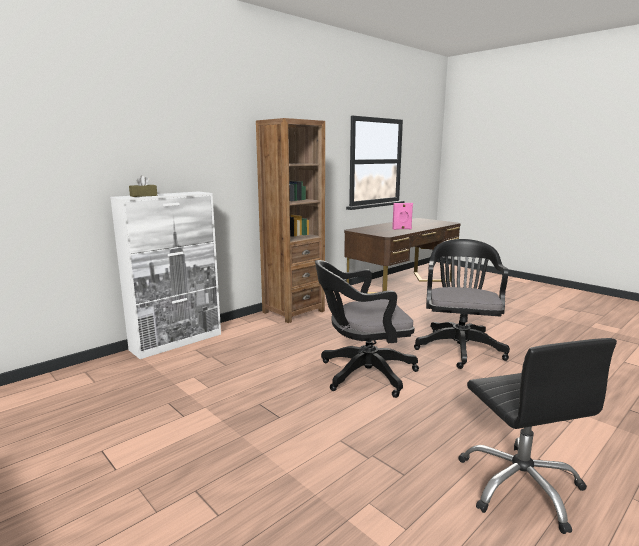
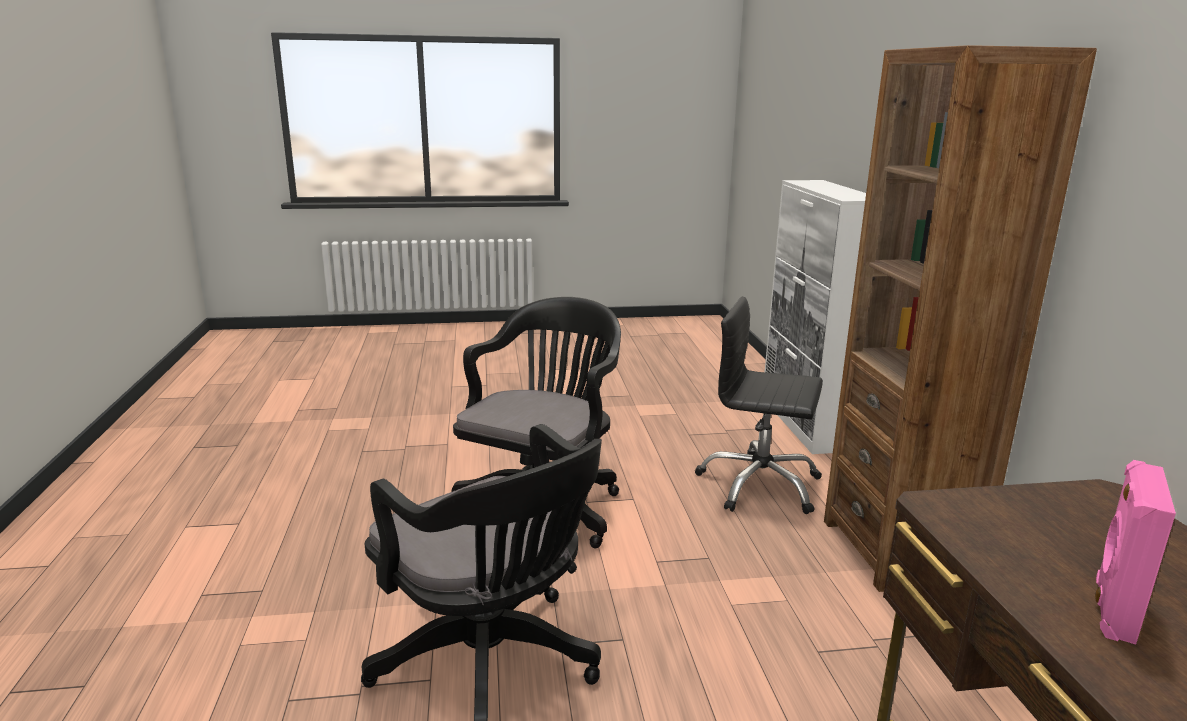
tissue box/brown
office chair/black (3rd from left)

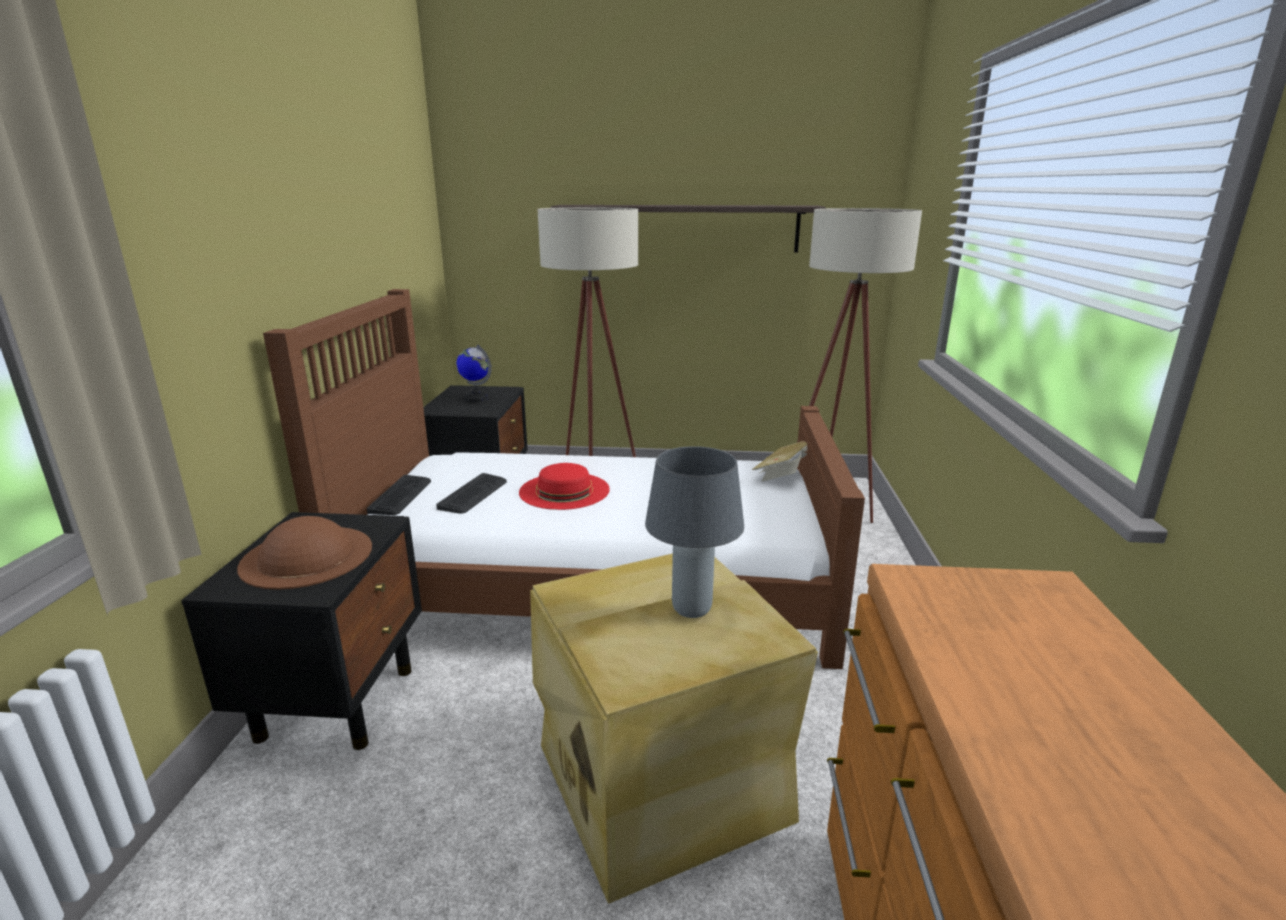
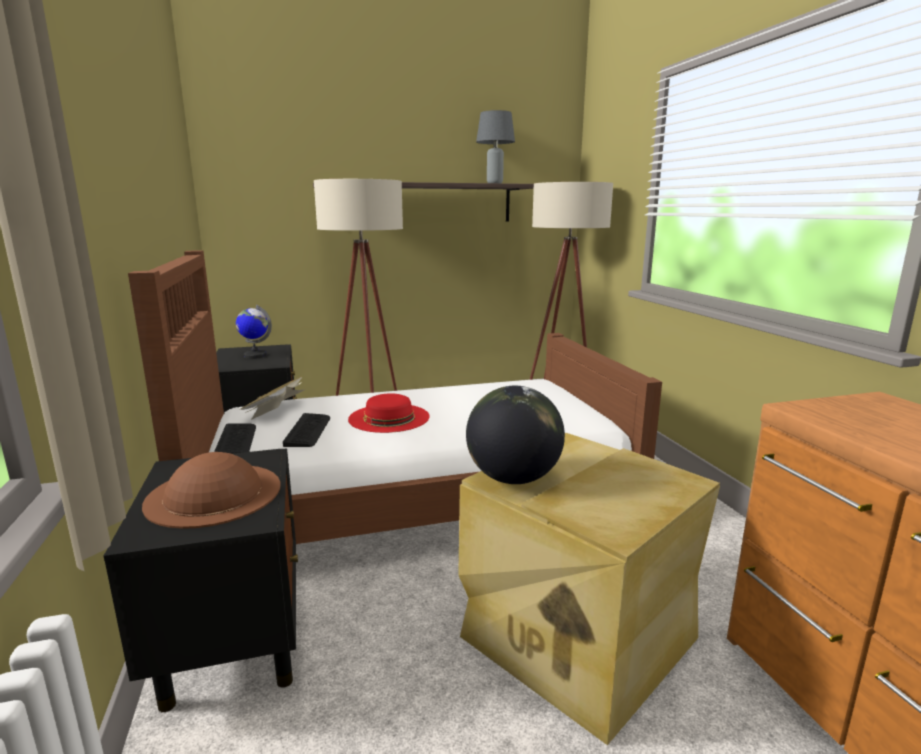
book
table lamp/grey
globe (2nd from left)

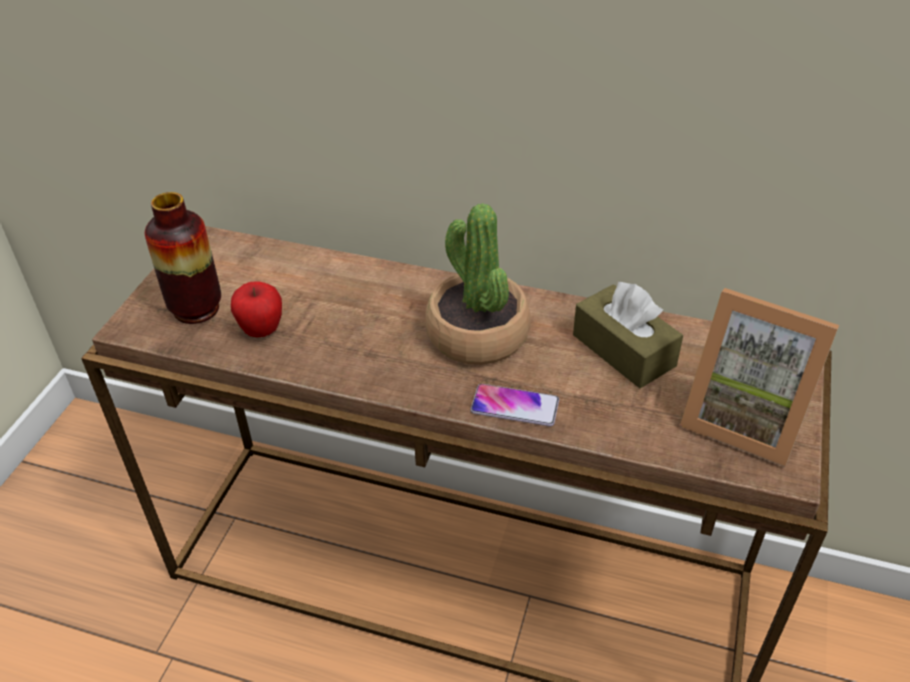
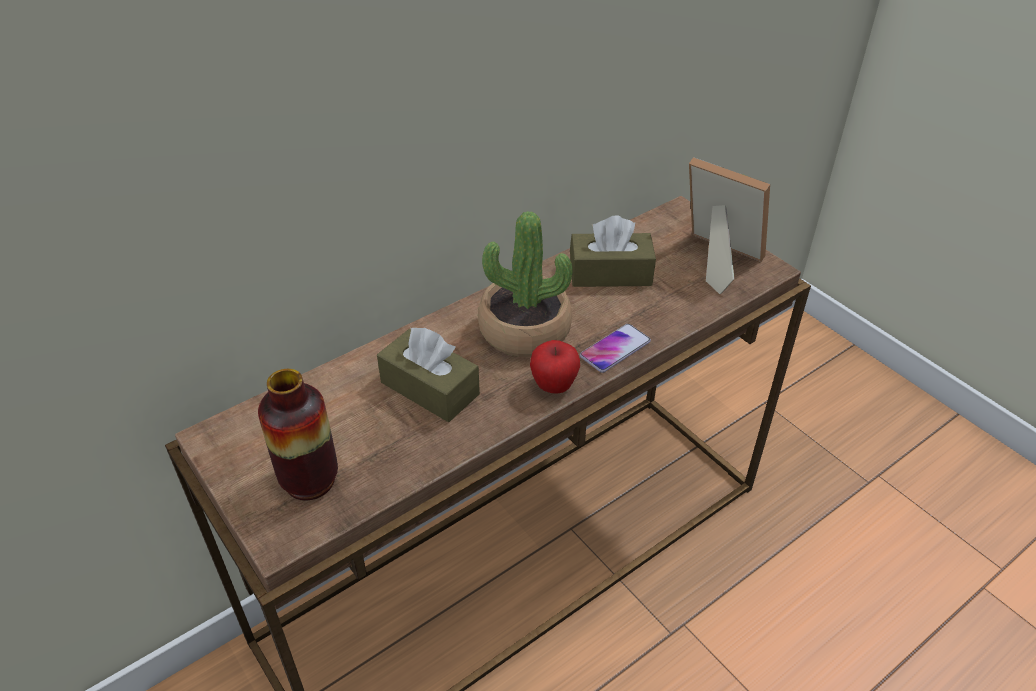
apple
picture frame
tissue box/brown (1st from left)

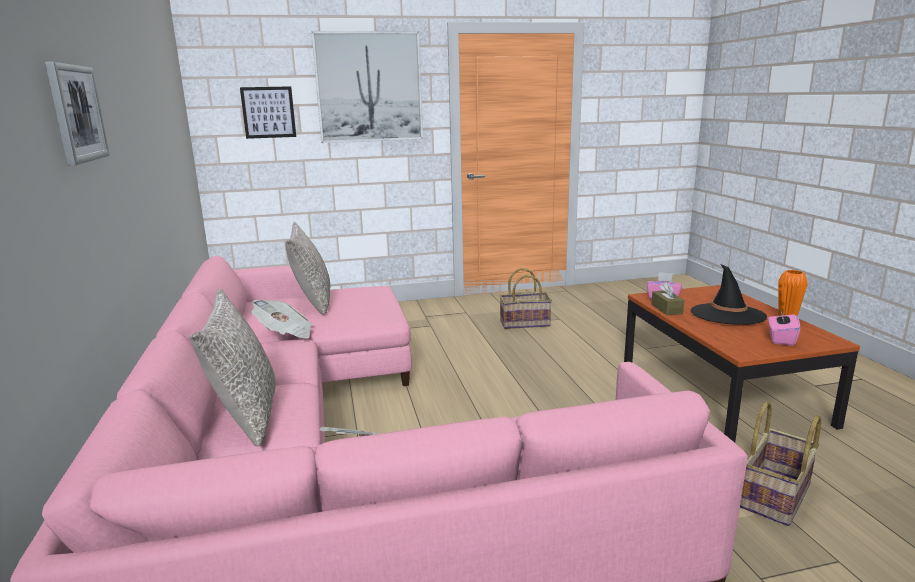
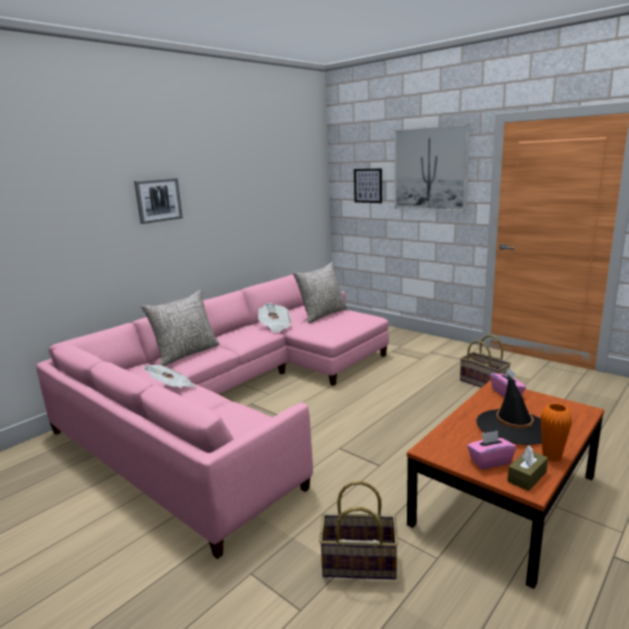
tissue box/brown

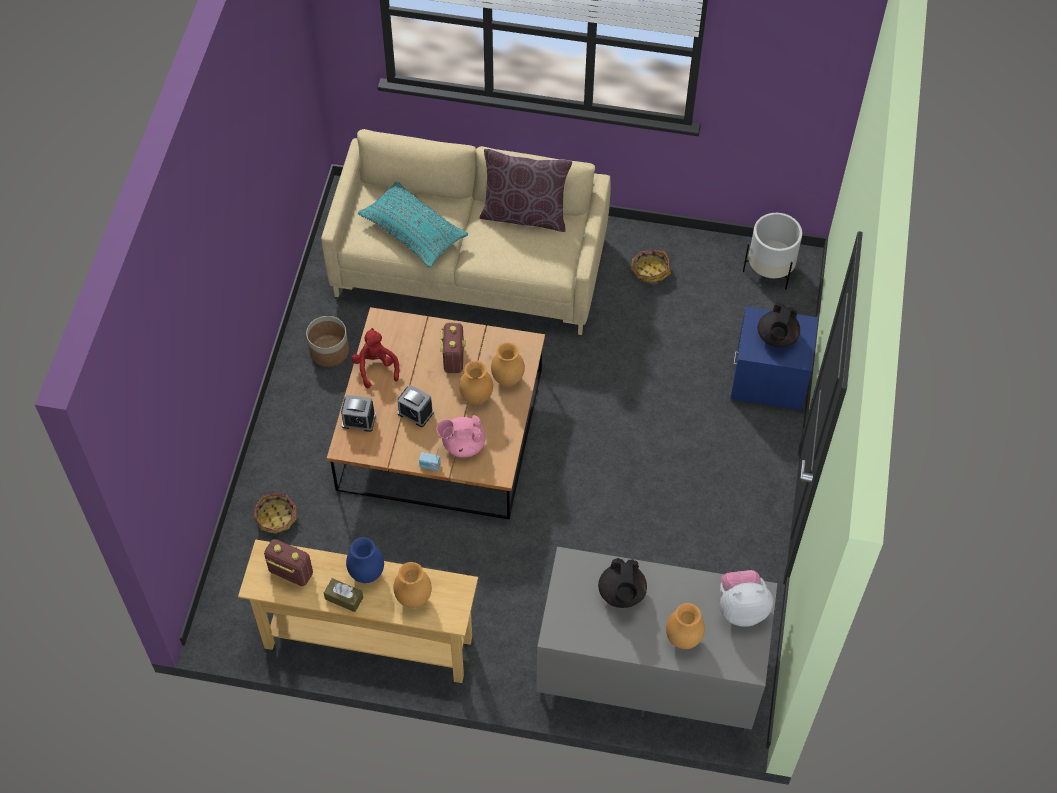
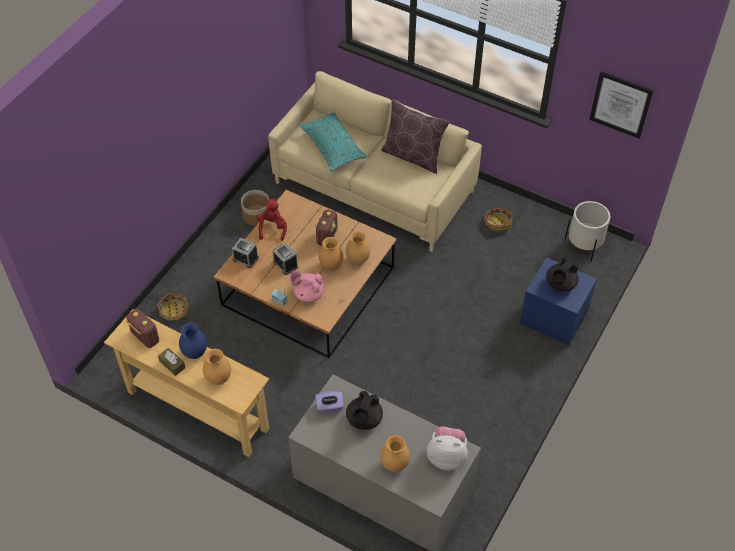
picture
tissue box/purple

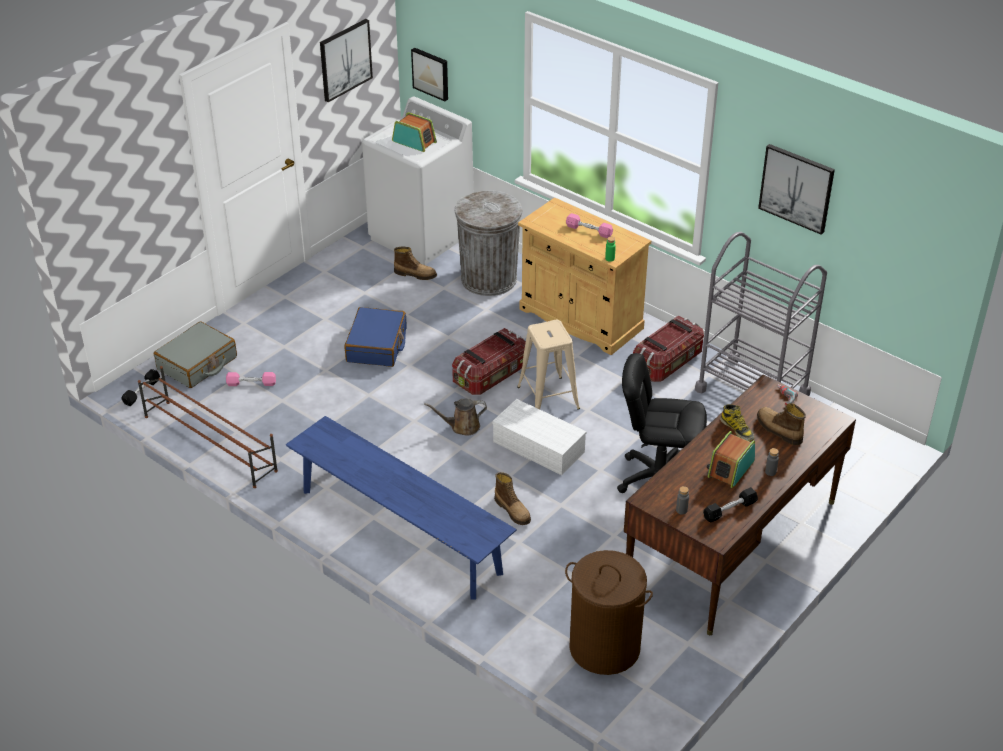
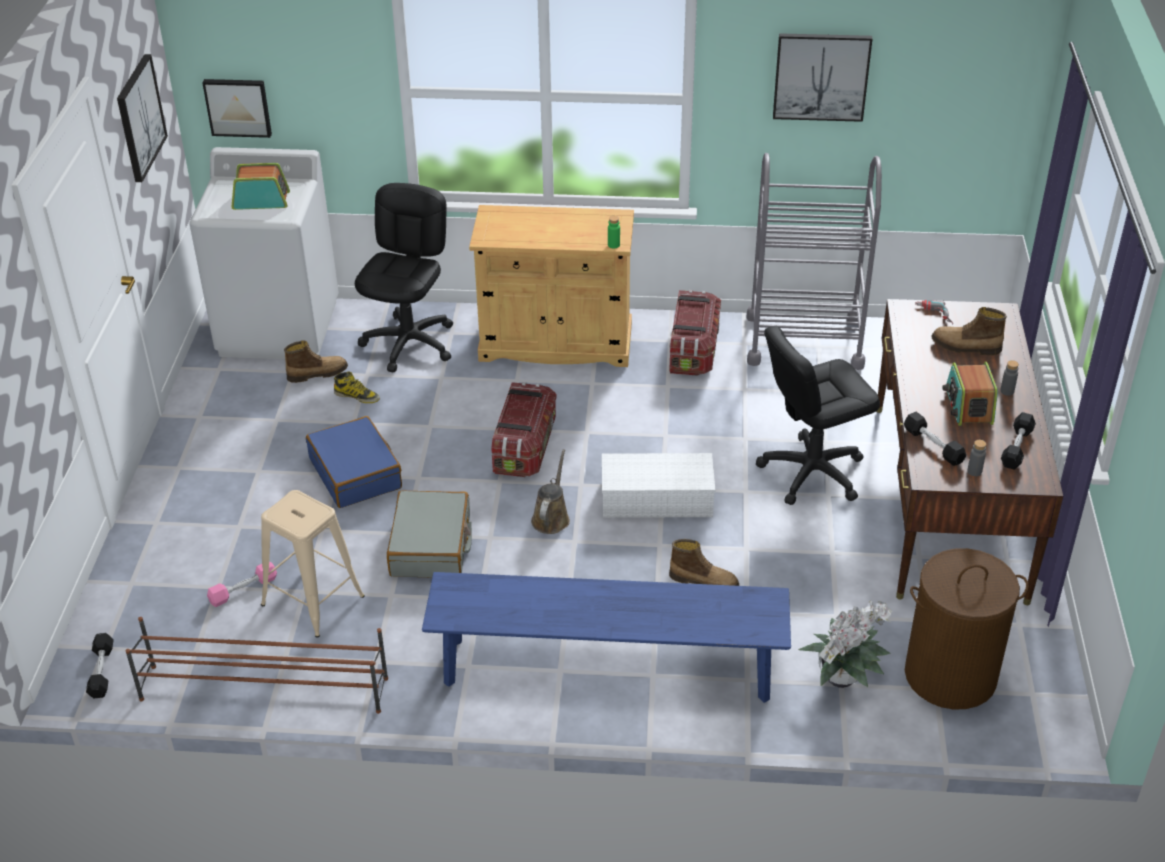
office chair/black (1st from left)
dumbbell/pink (2nd from left in the first image)
stool/beige
suitcase/grey
watering can/brown
boot (2nd from left)
dumbbell/black (2nd from left)
potted plant

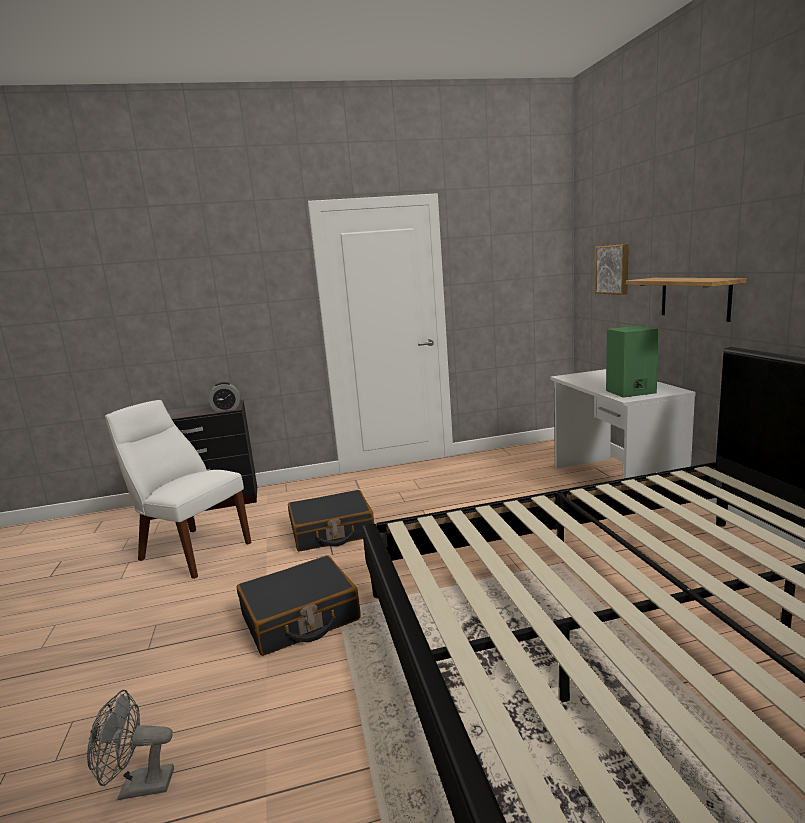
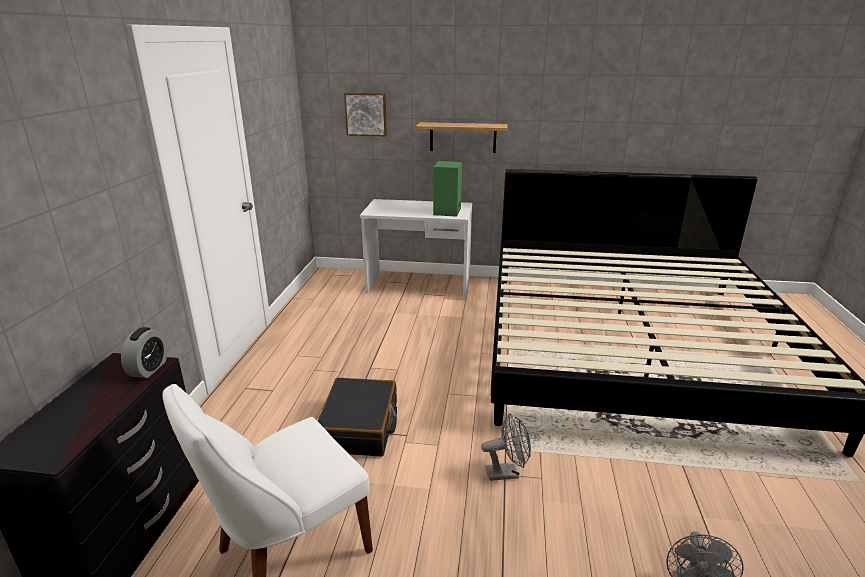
fan/grey (1st from left)

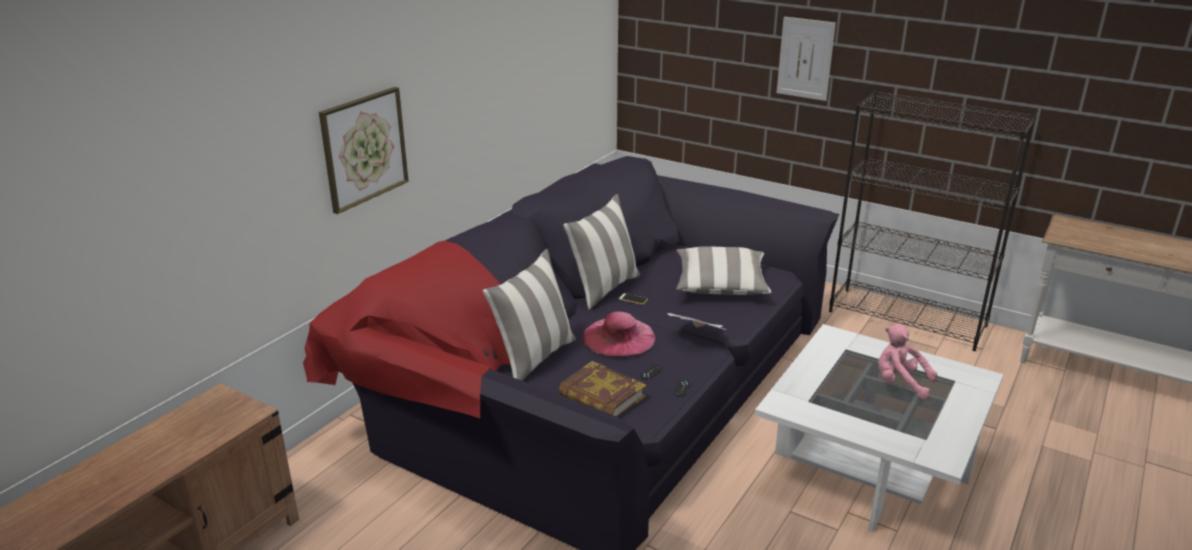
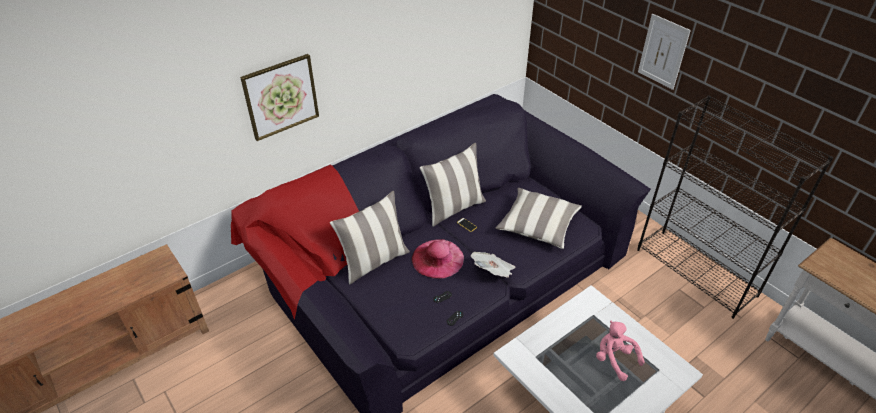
book

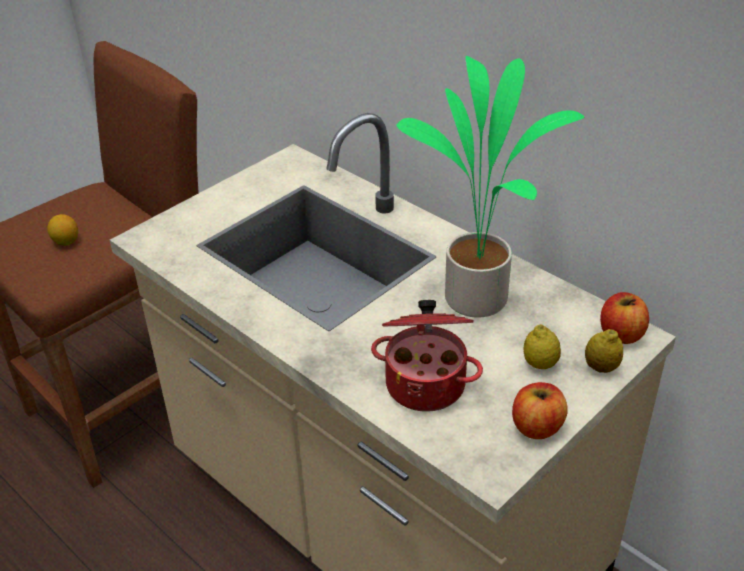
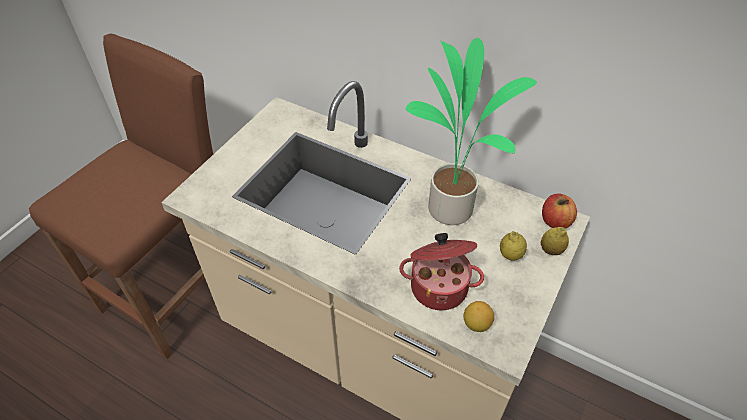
lemon (1st from left)
apple (1st from left in the first image)

